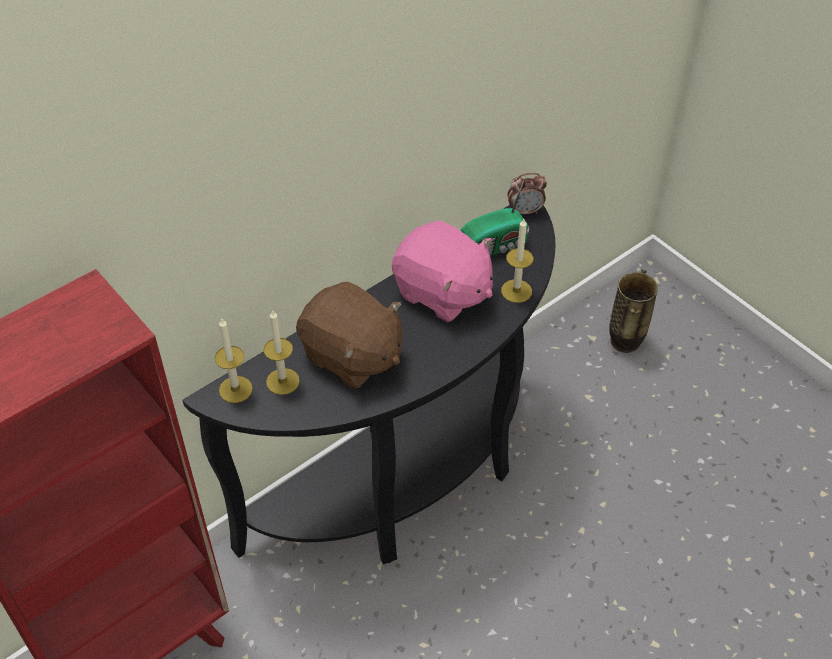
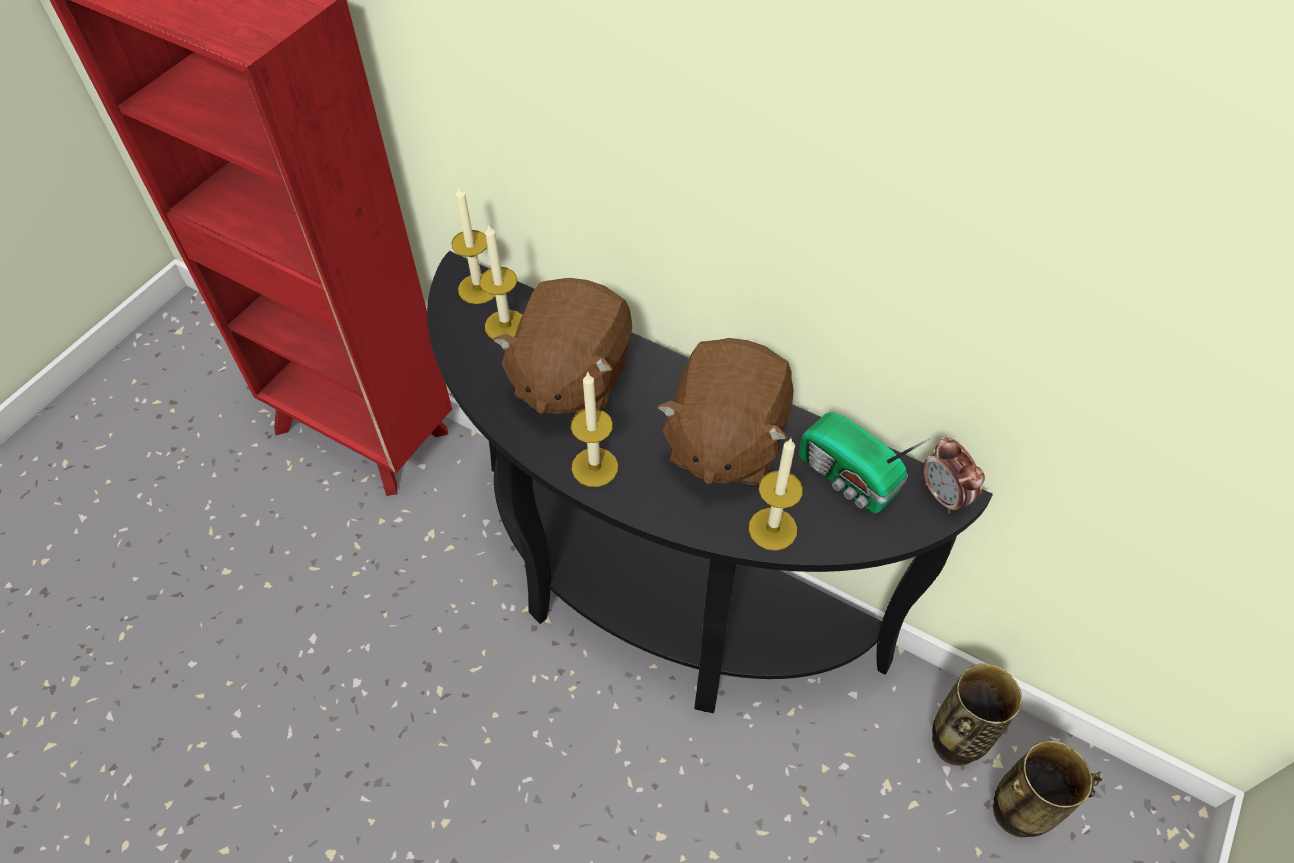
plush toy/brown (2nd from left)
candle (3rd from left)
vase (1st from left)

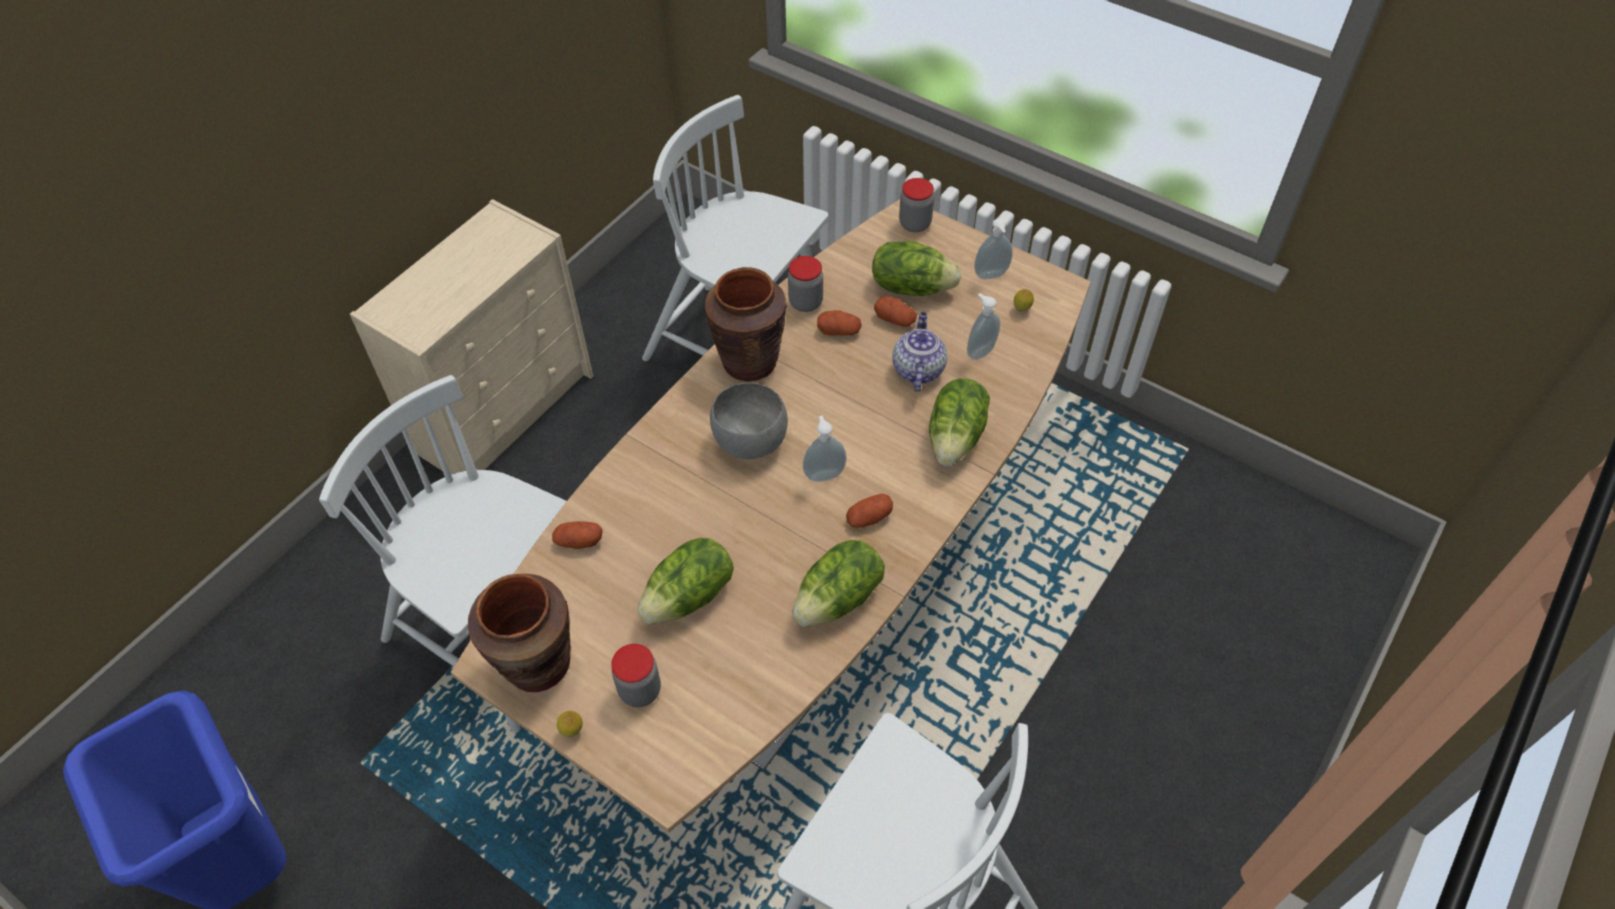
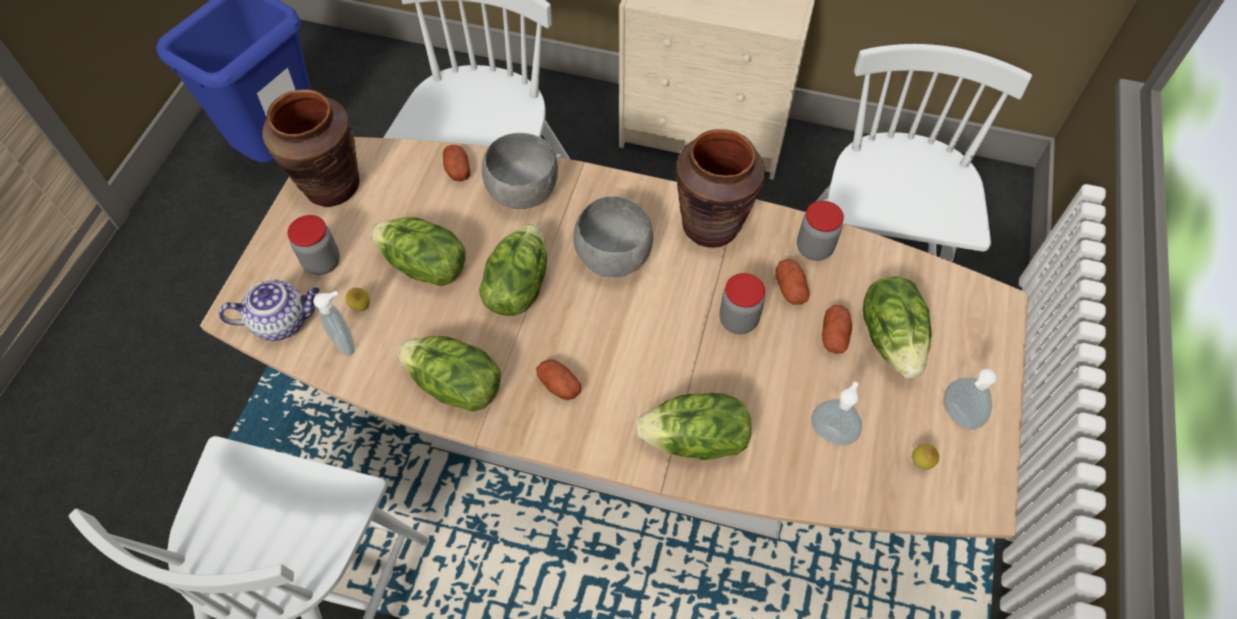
jar (2nd from left)
teapot
soap dispenser (1st from left)
lemon (1st from left)
bowl/grey (1st from left)
lettuce (3rd from left)

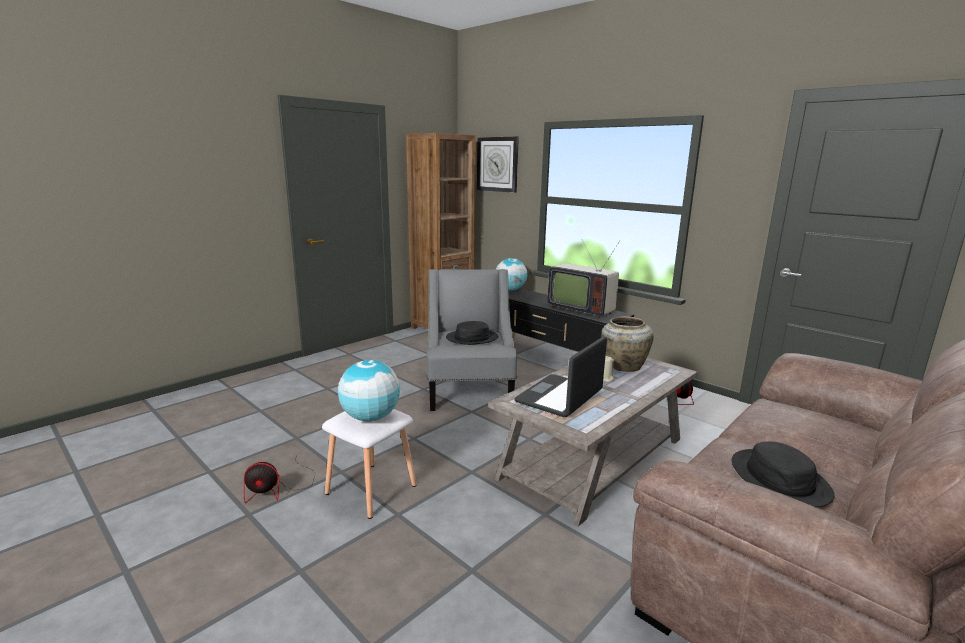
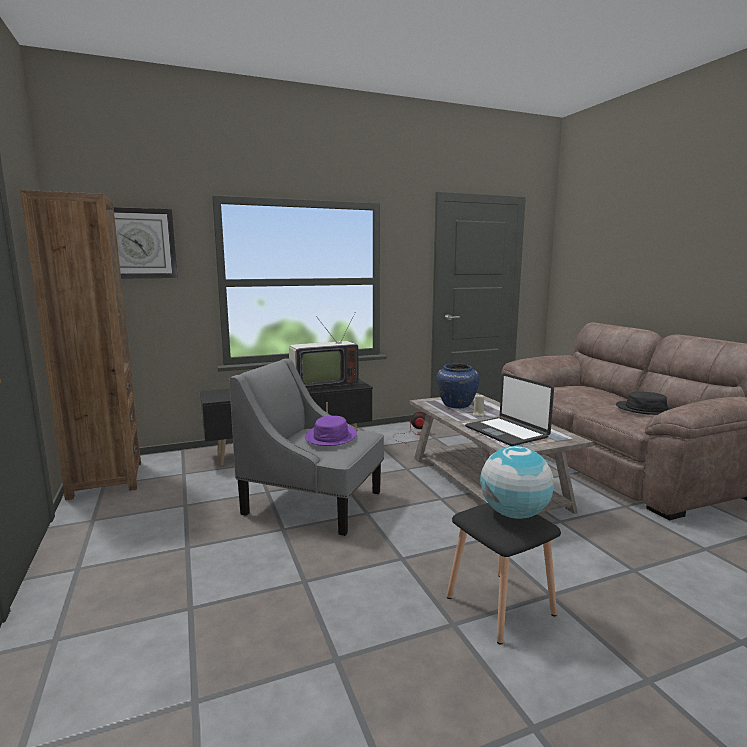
globe (2nd from left in the first image)
vase/blue
hat/purple
stool/black
fan (1st from left in the first image)

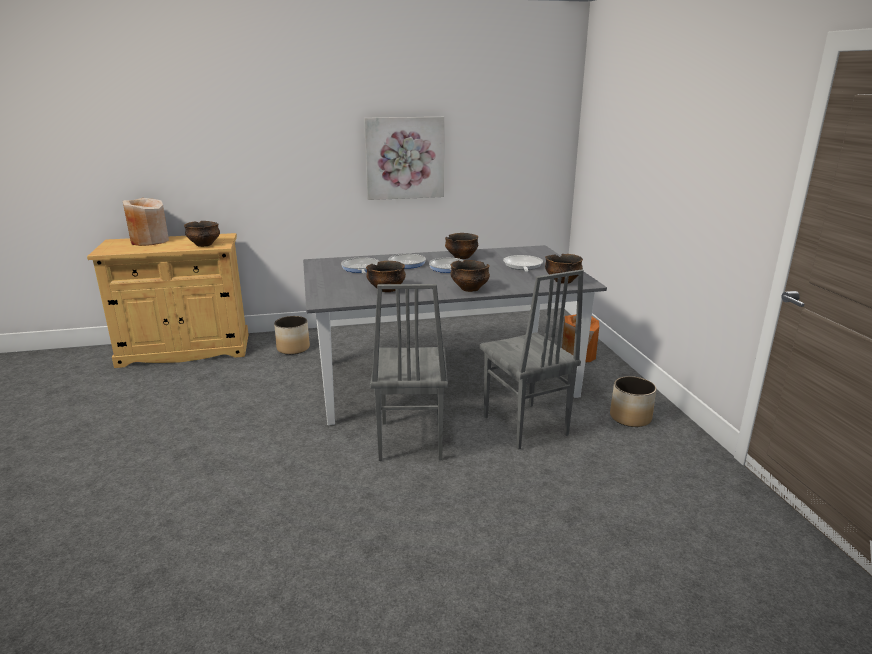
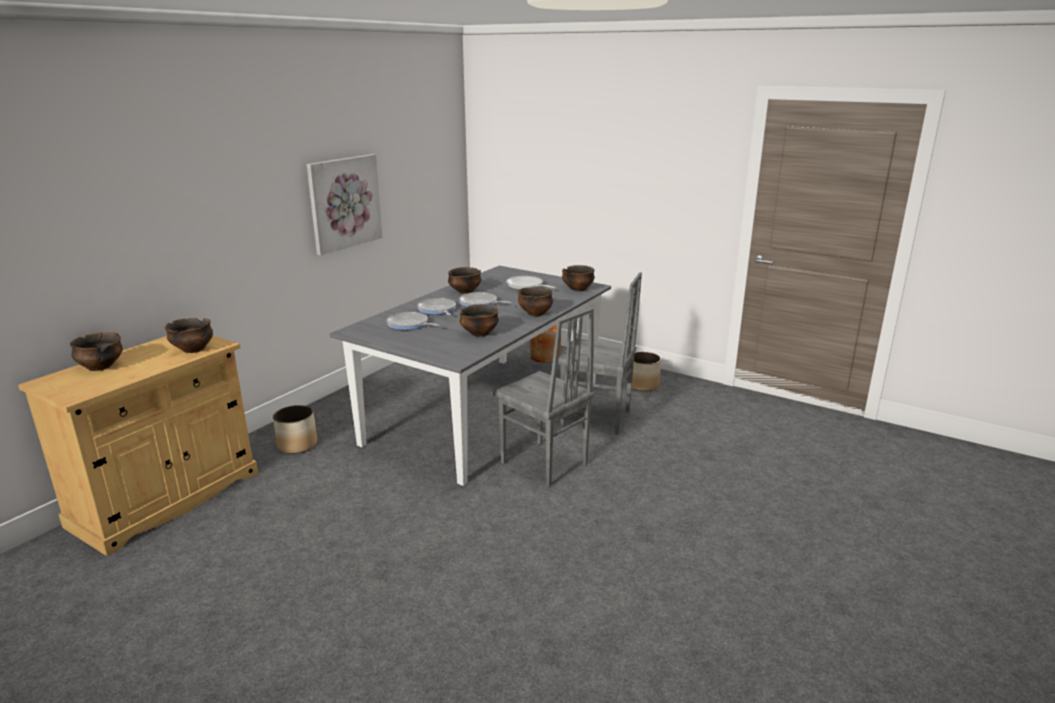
bowl (1st from left)

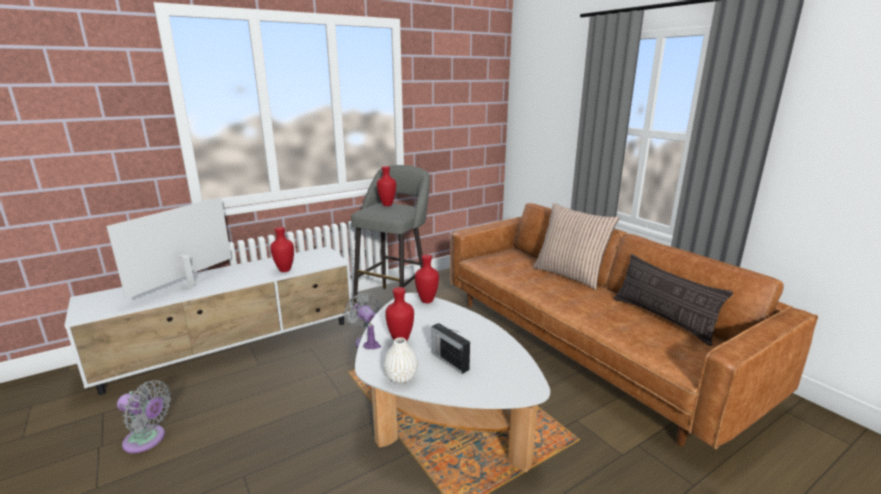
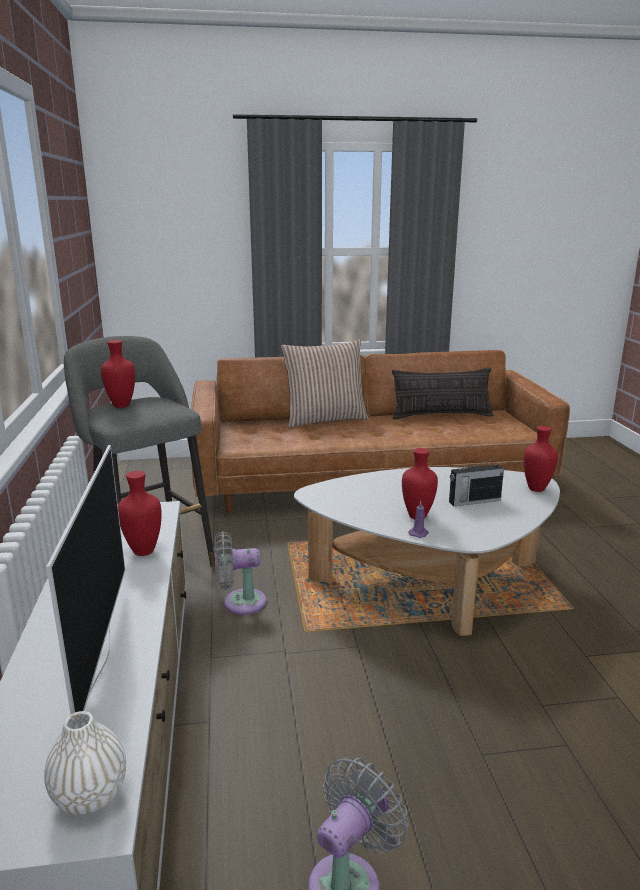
television
vase/red (4th from left)
vase/white

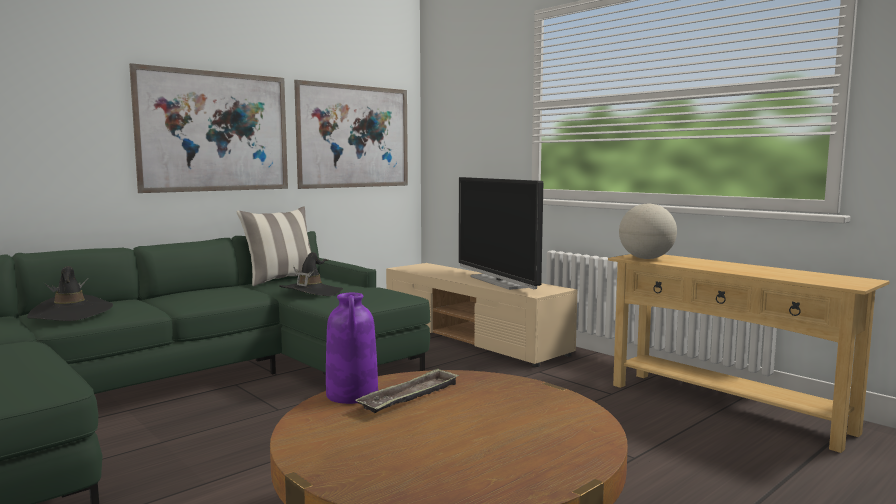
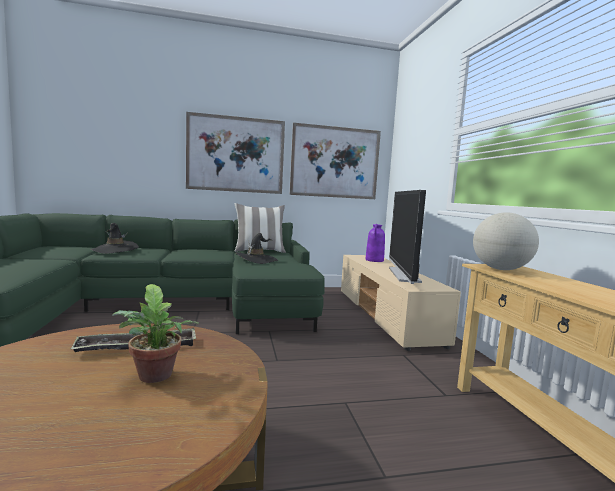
vase/purple
potted plant

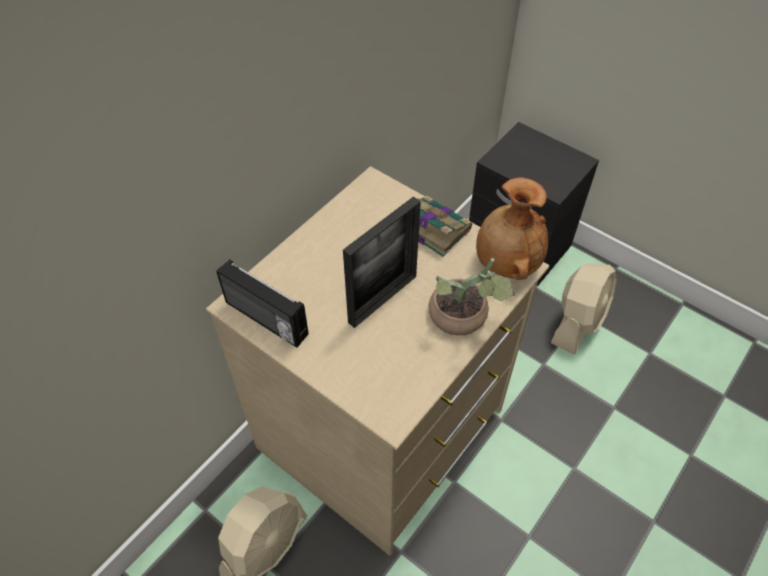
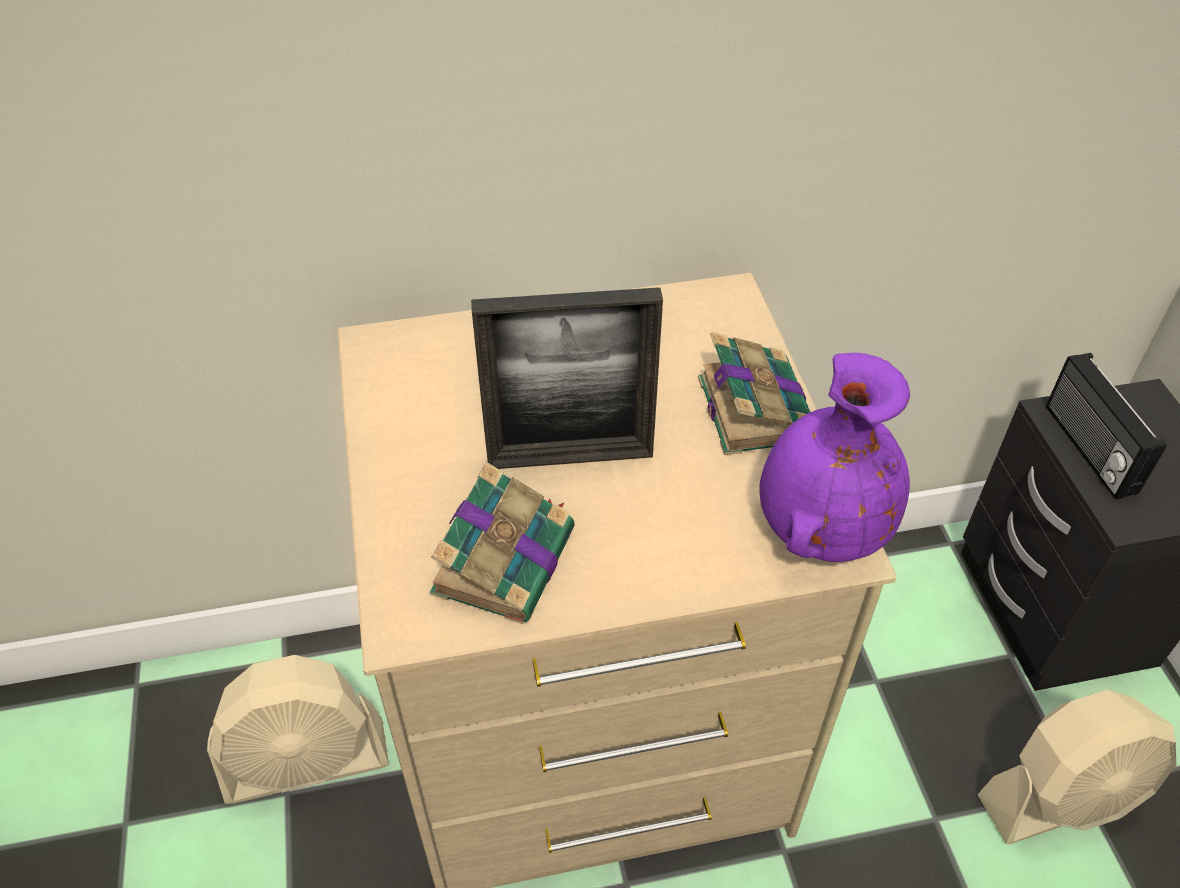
vase/purple
potted plant
radio
book (1st from left)

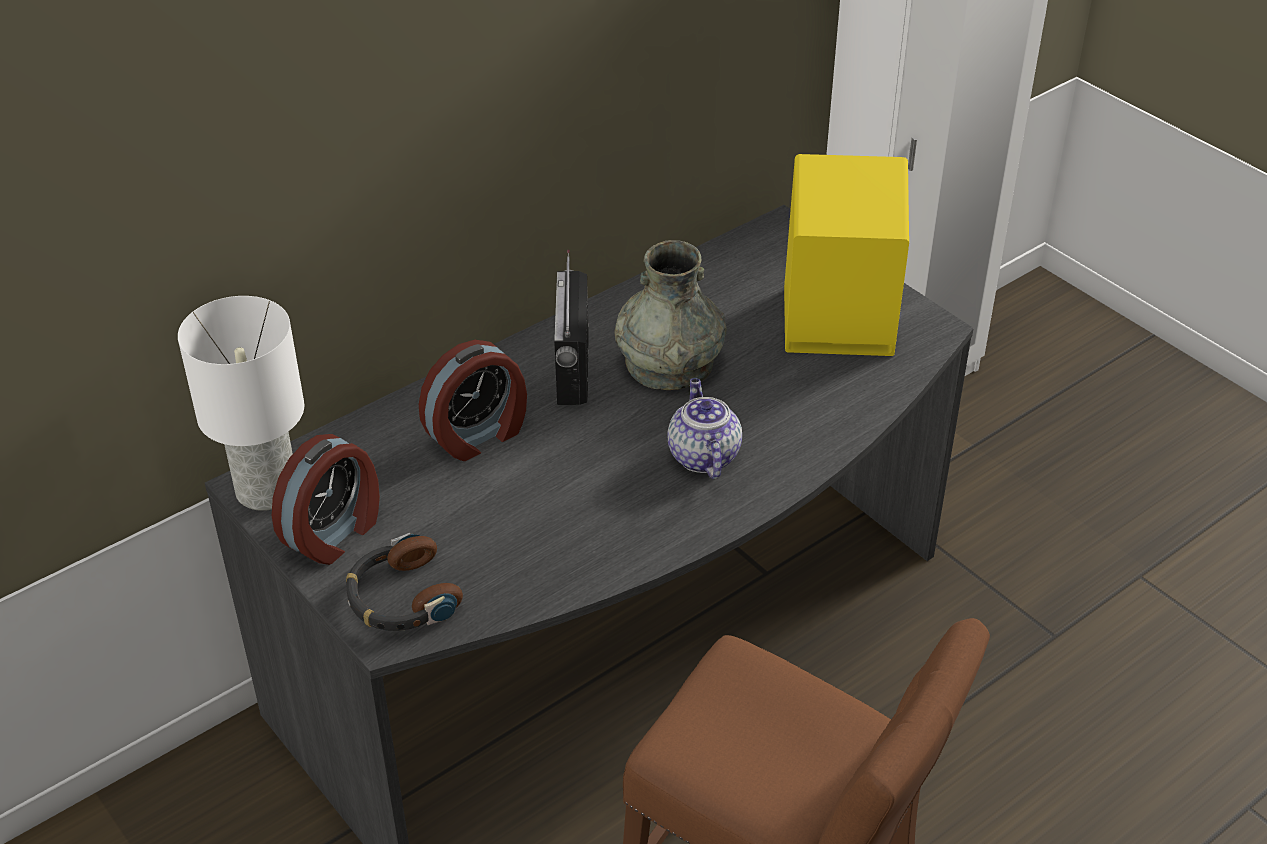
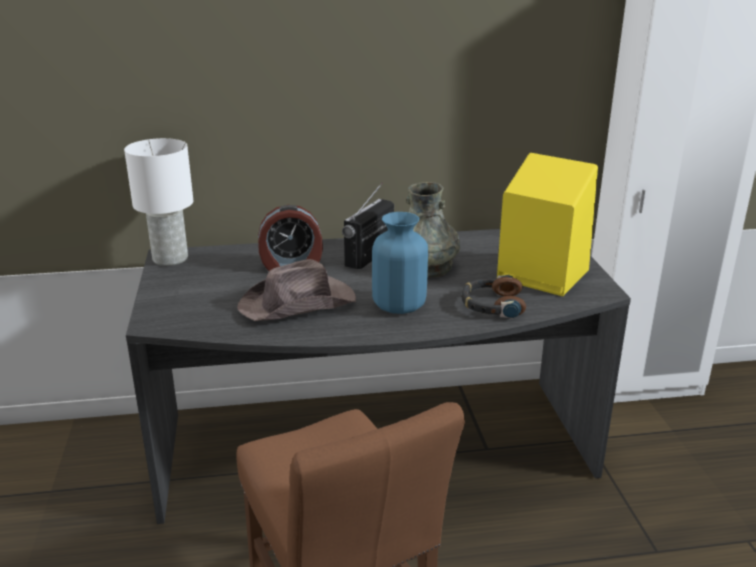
vase/blue
alarm clock (1st from left in the first image)
headphones
hat/brown

